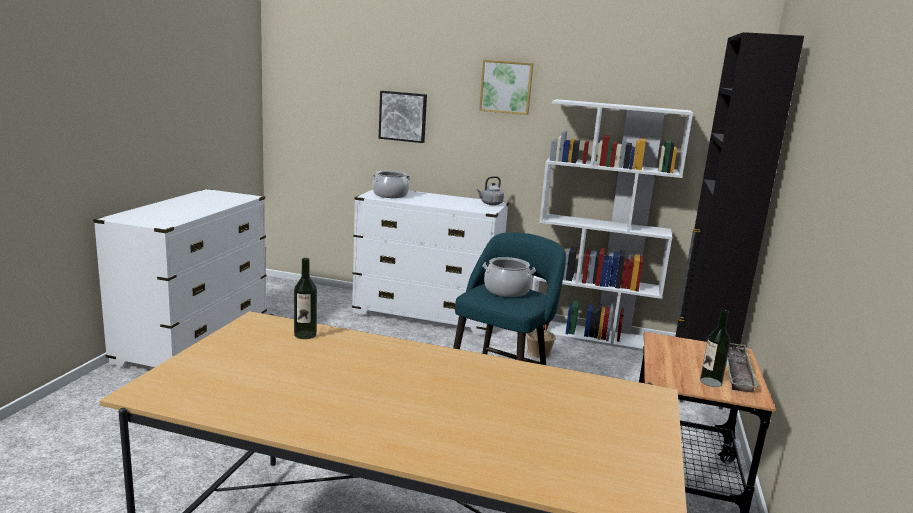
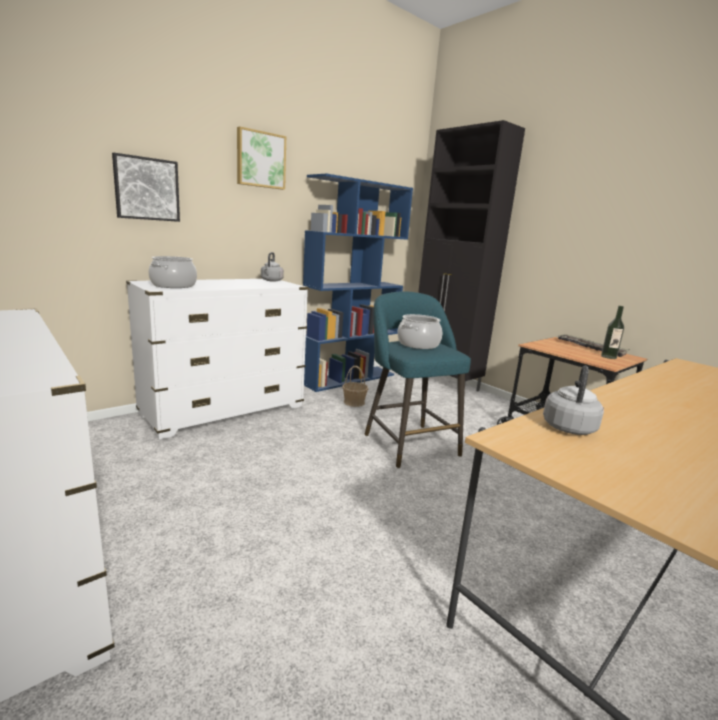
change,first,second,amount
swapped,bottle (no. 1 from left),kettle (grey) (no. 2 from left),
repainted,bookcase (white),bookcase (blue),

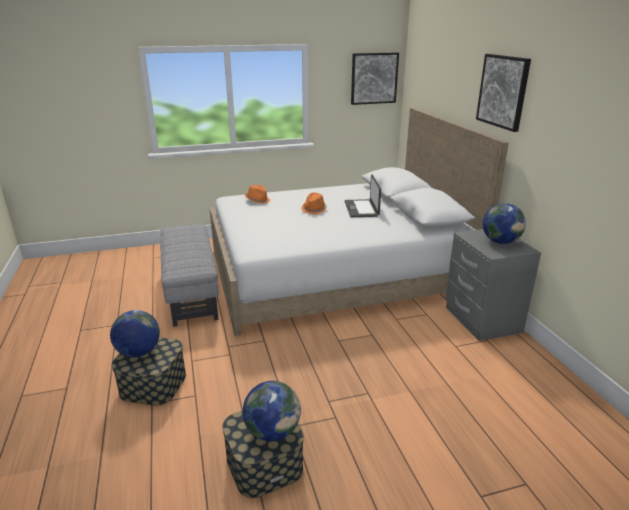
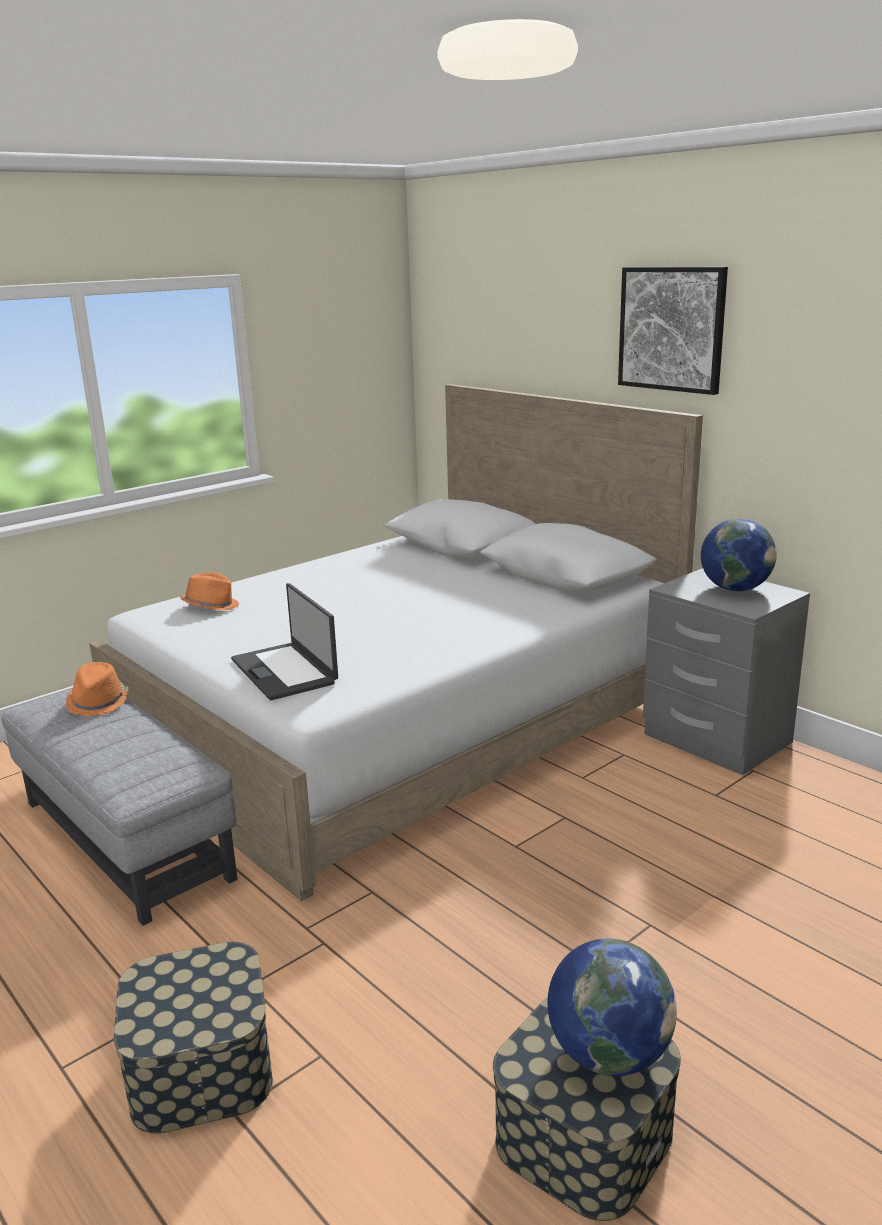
change,first,second,amount
gone,globe (no. 1 from left),,
gone,picture (no. 1 from left),,
shifted,hat (orange) (no. 2 from left in the first image),hat (orange) (no. 1 from left),
shifted,laptop,,

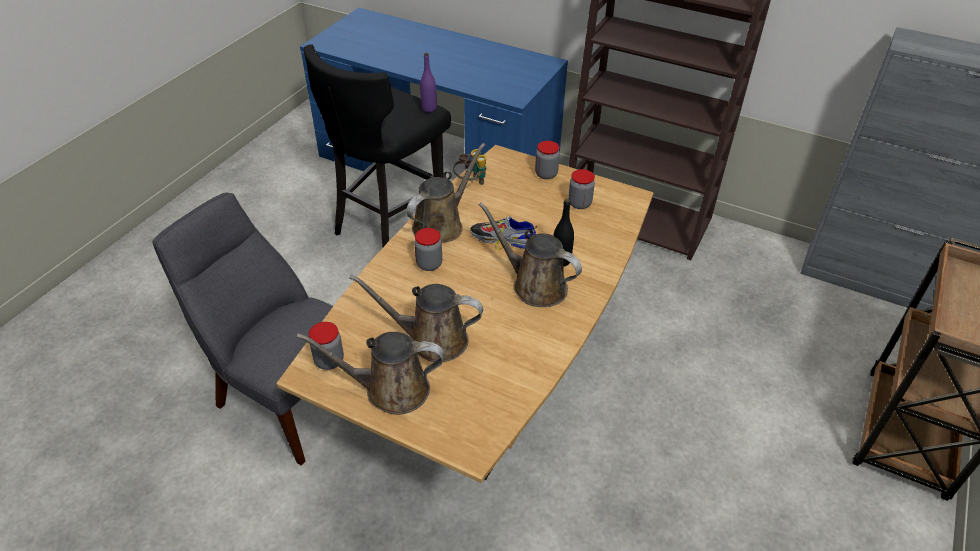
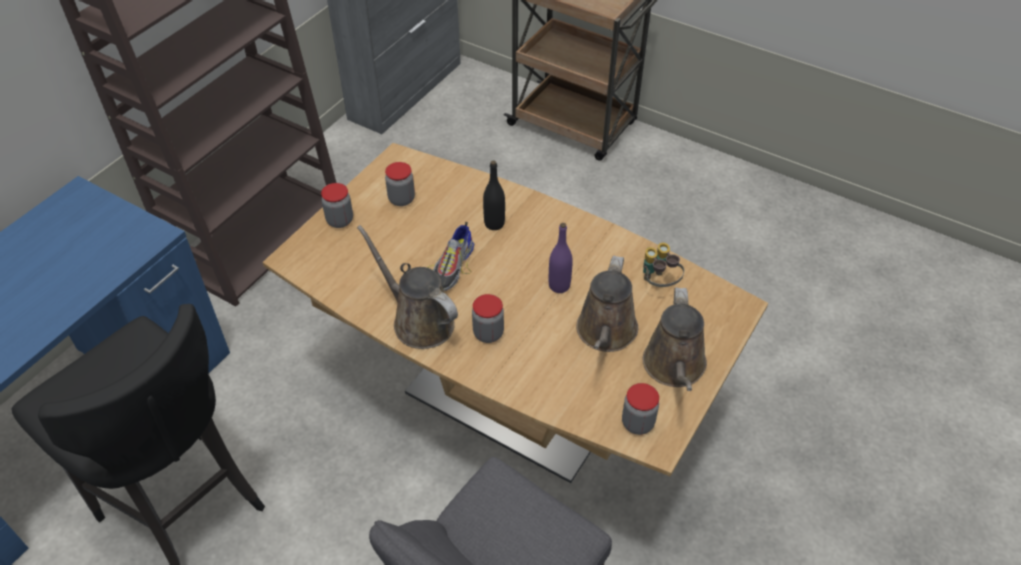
change,first,second,amount
gone,watering can (brown) (no. 4 from left),,
shifted,bottle (purple),,
shifted,binoculars,,

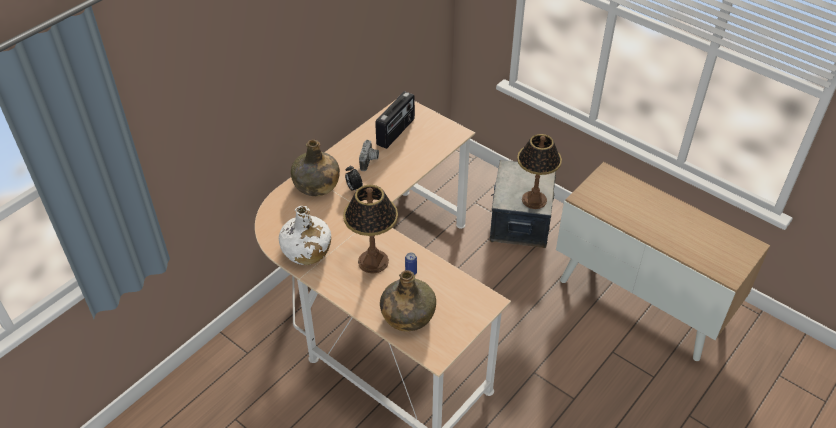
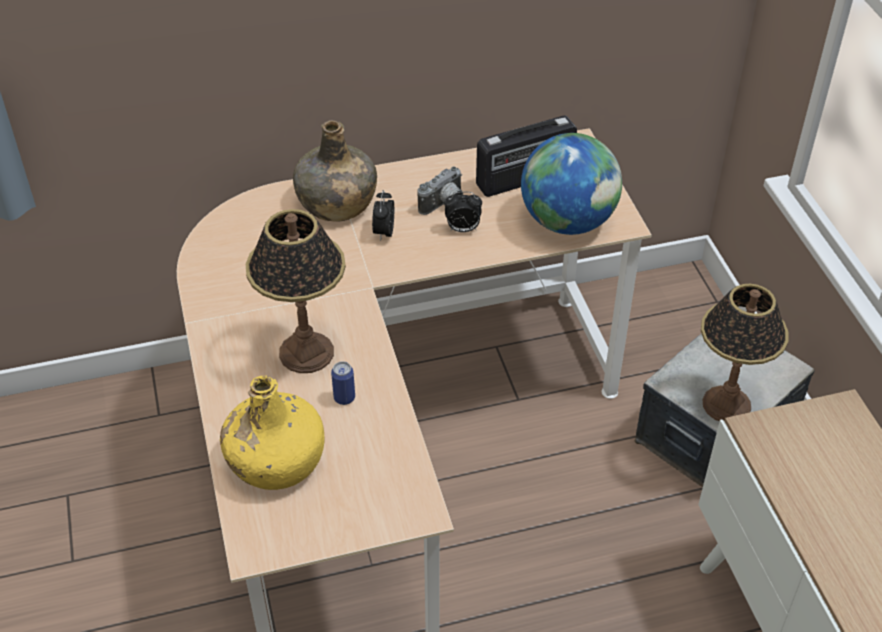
change,first,second,amount
gone,bottle (white),,
new,,alarm clock (no. 2 from left),
new,,globe,
repainted,bottle (green) (no. 2 from left),bottle (yellow),

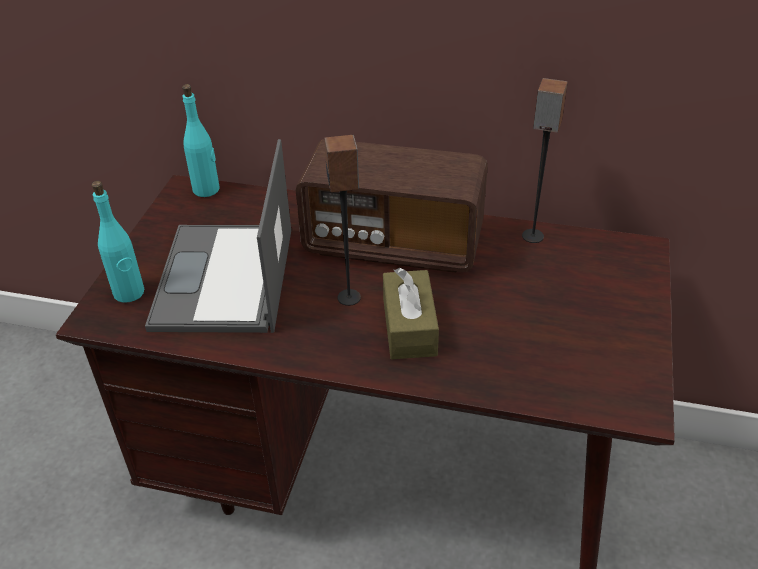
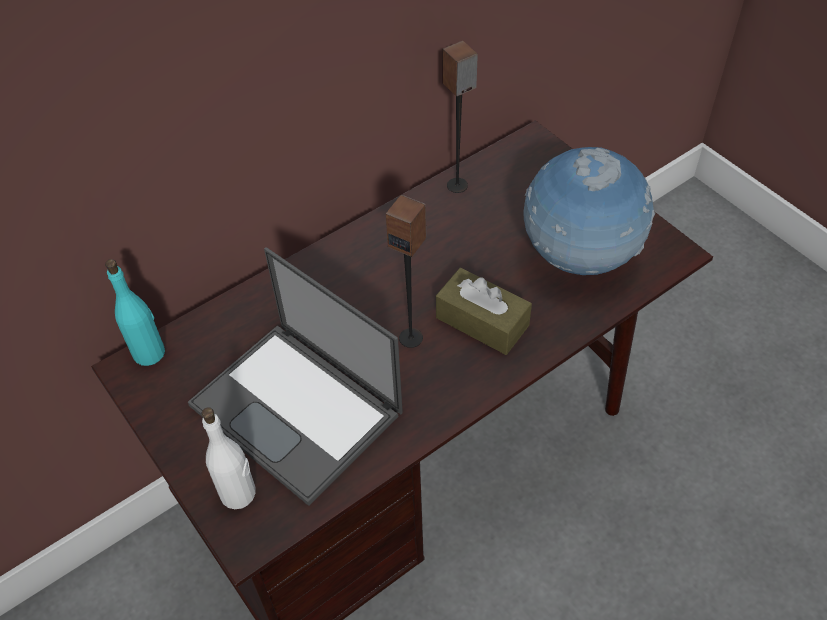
change,first,second,amount
gone,radio,,
new,,globe,
repainted,bottle (turquoise) (no. 1 from left),bottle (white),

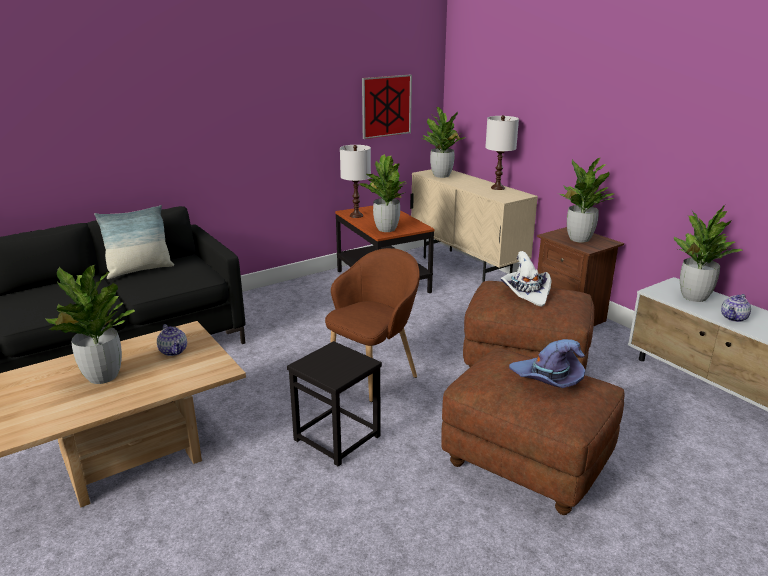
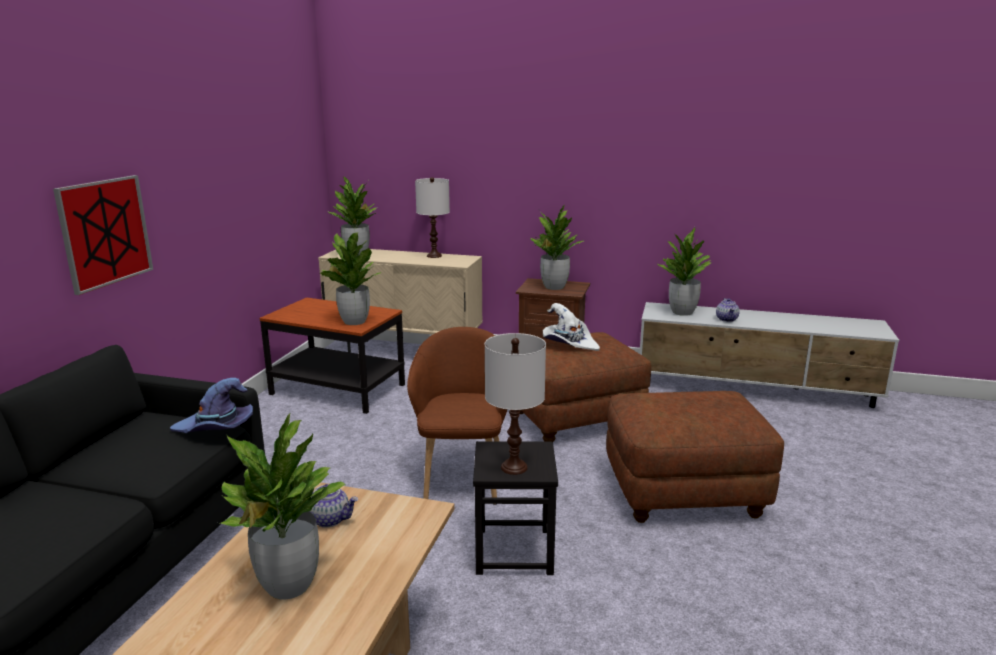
change,first,second,amount
gone,pillow,,
shifted,table lamp (white) (no. 1 from left in the first image),table lamp (white) (no. 2 from left),
shifted,picture,,
shifted,hat (purple),,

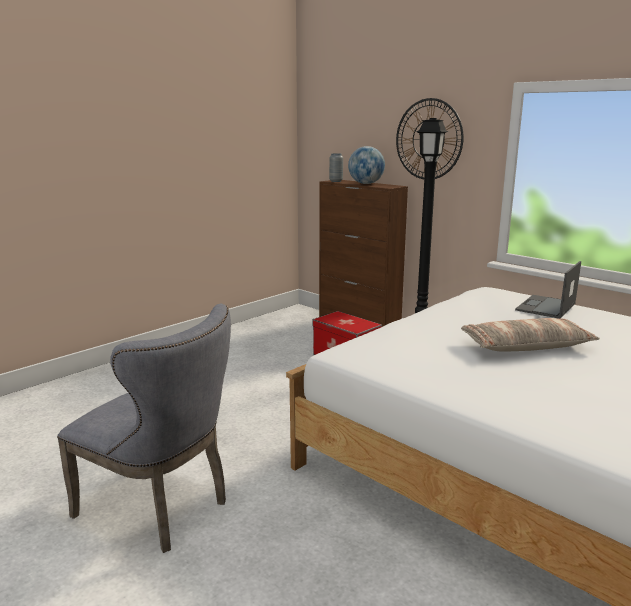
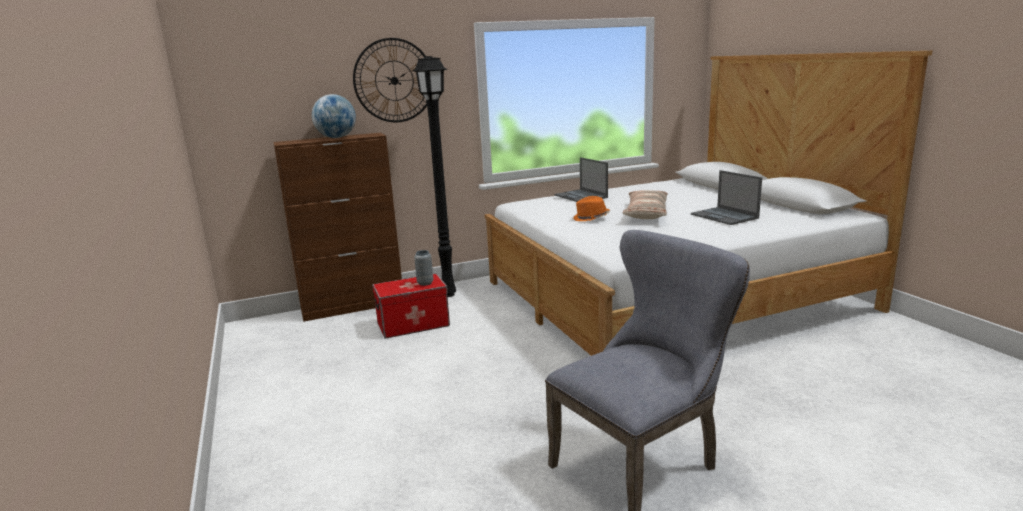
change,first,second,amount
new,,hat (orange),
new,,laptop (no. 2 from left),
shifted,vase (grey),,

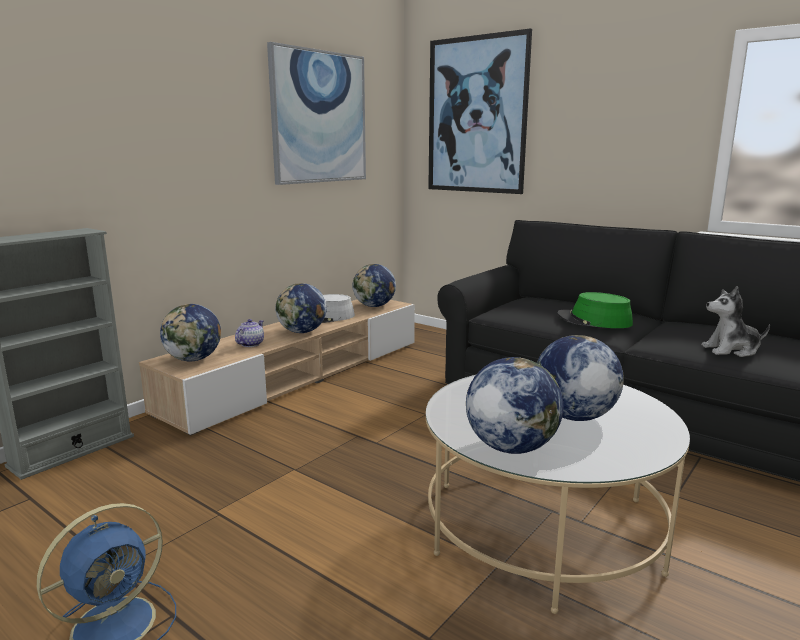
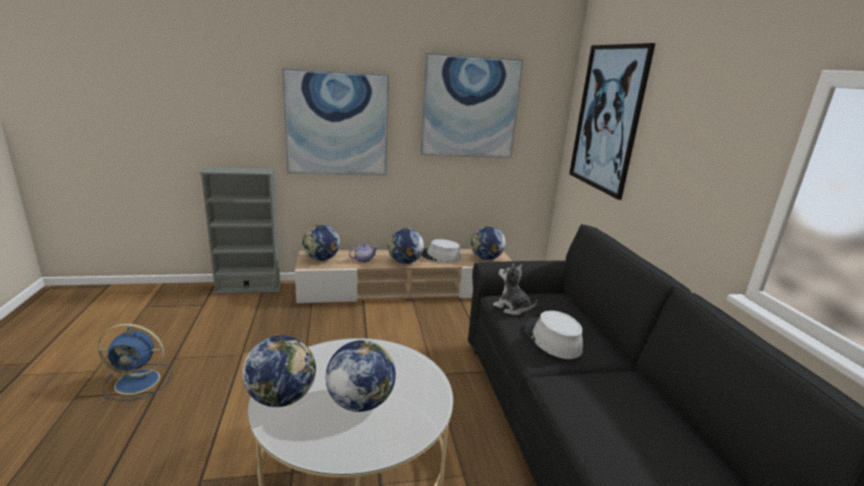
change,first,second,amount
new,,picture (no. 1 from left),
shifted,plush toy,,
repainted,hat (green),hat (grey) (no. 2 from left),

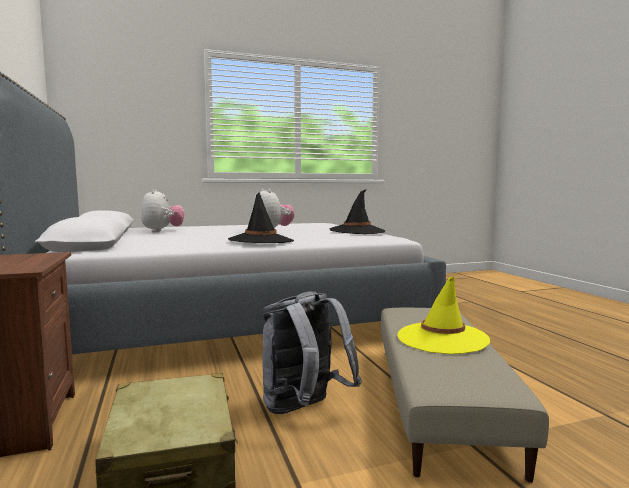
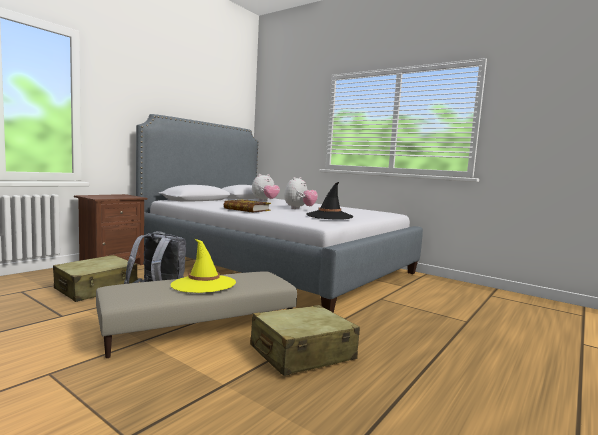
change,first,second,amount
new,,suitcase (beige) (no. 2 from left),
swapped,hat (black) (no. 1 from left),book,

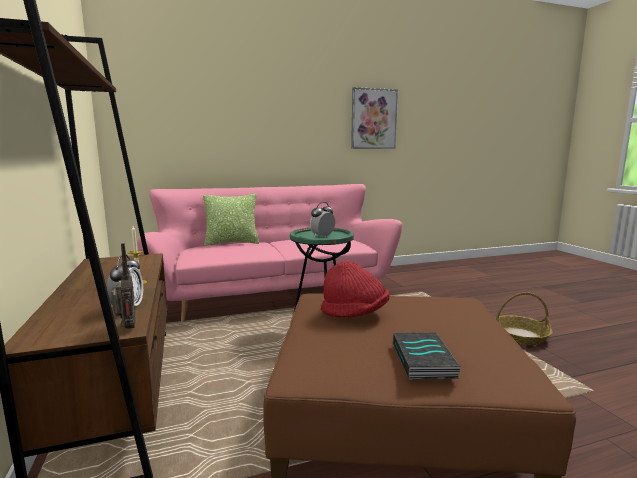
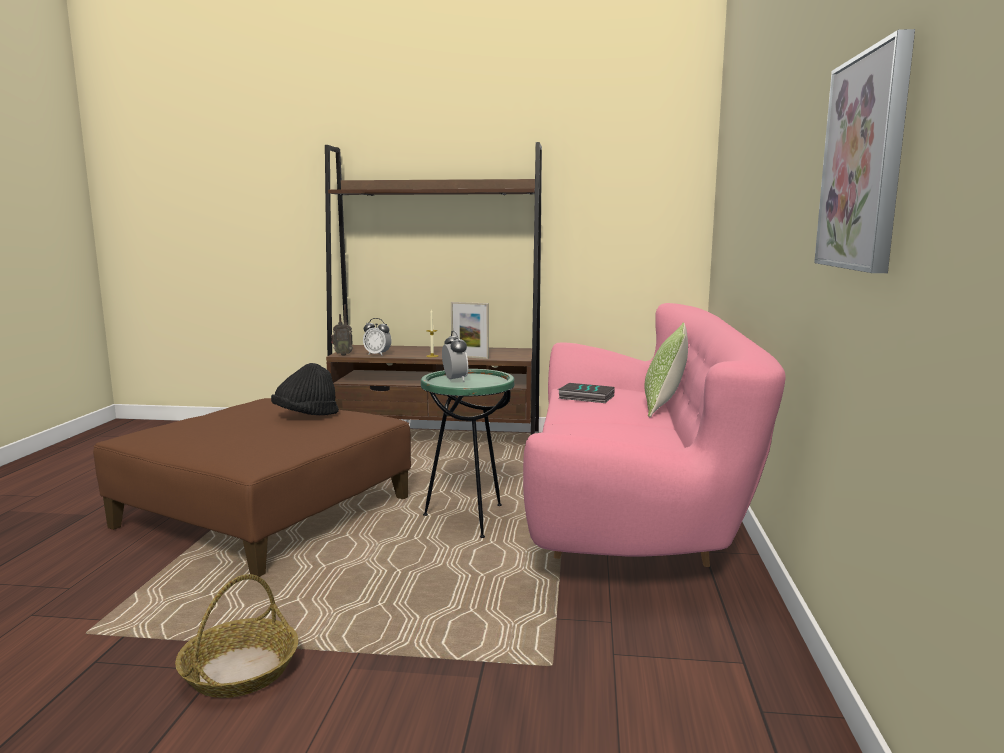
change,first,second,amount
new,,picture frame,
shifted,book,,
repainted,hat (red),hat (black),

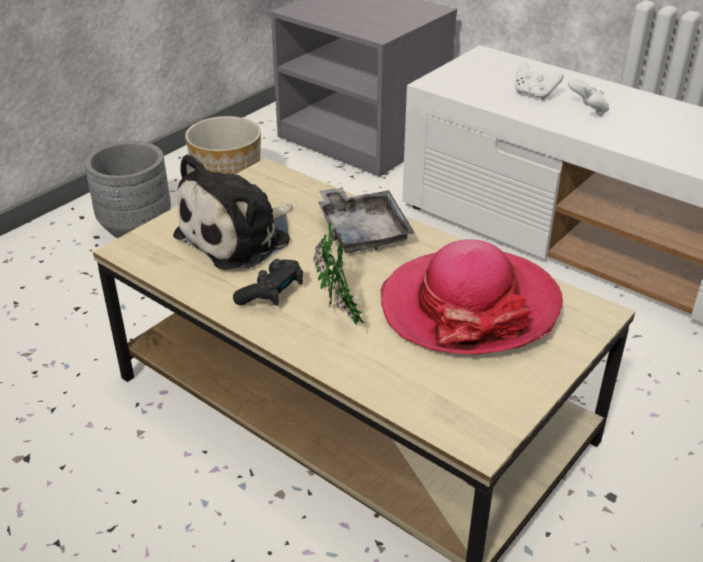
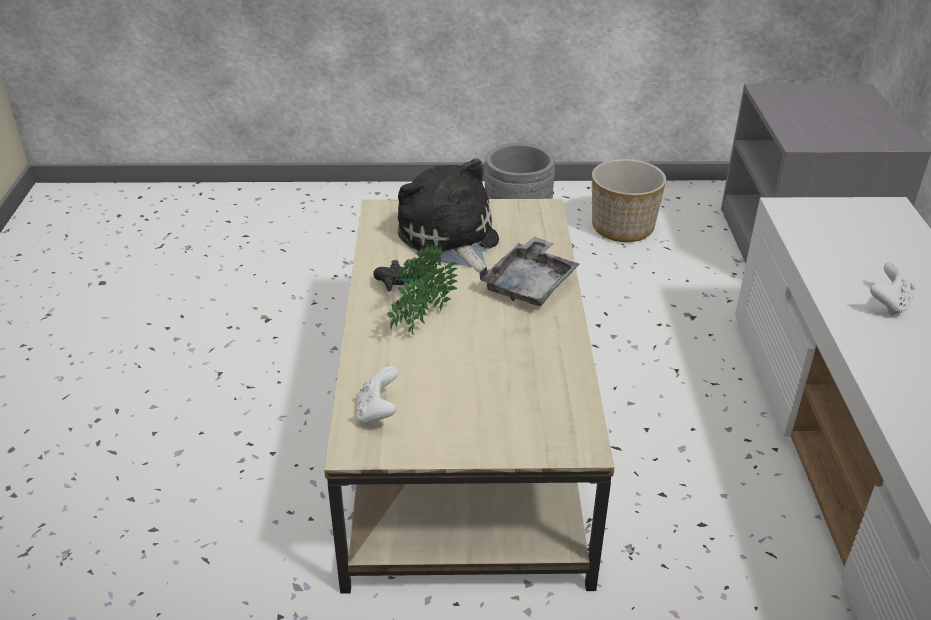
change,first,second,amount
gone,hat,,
shifted,game controller (white) (no. 1 from left),,
rotated,plush toy,,60 degrees clockwise

